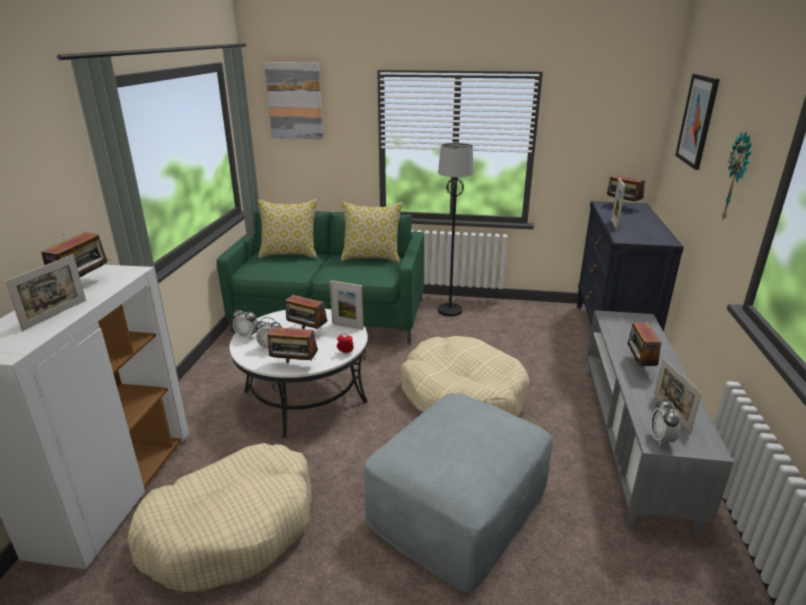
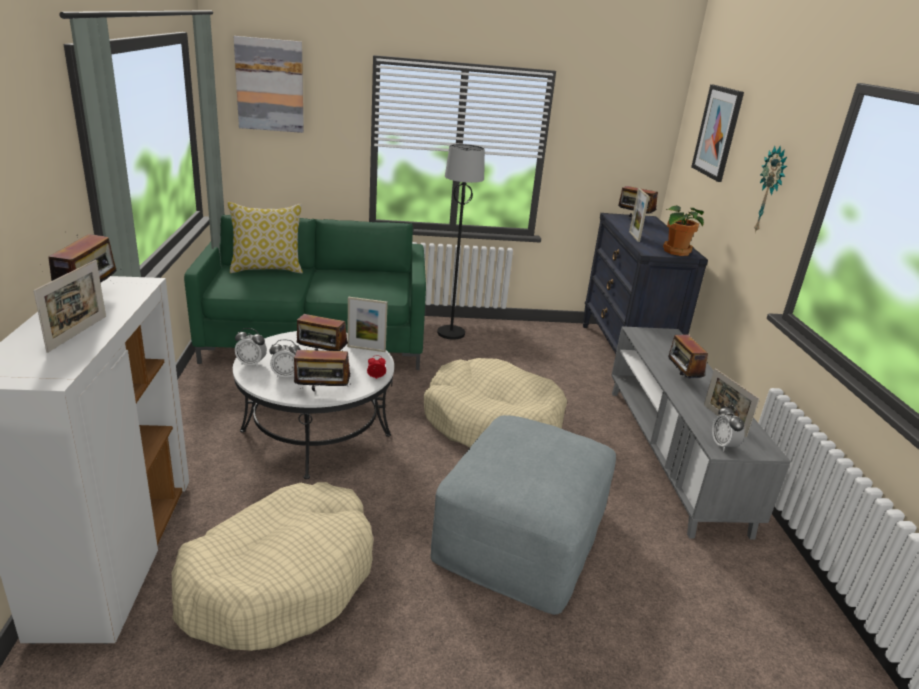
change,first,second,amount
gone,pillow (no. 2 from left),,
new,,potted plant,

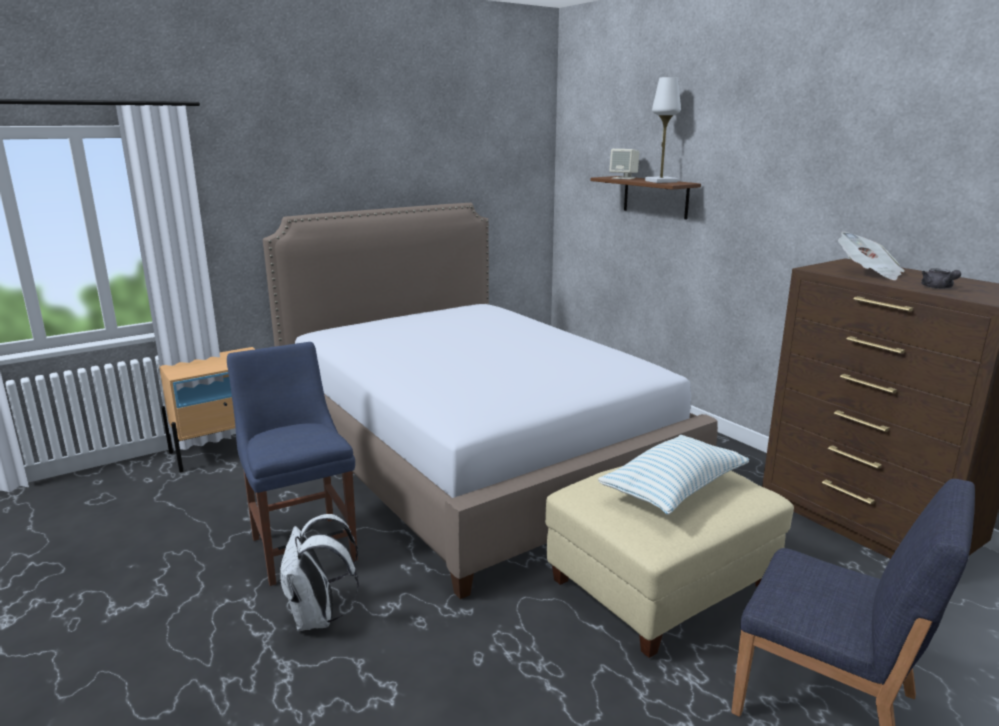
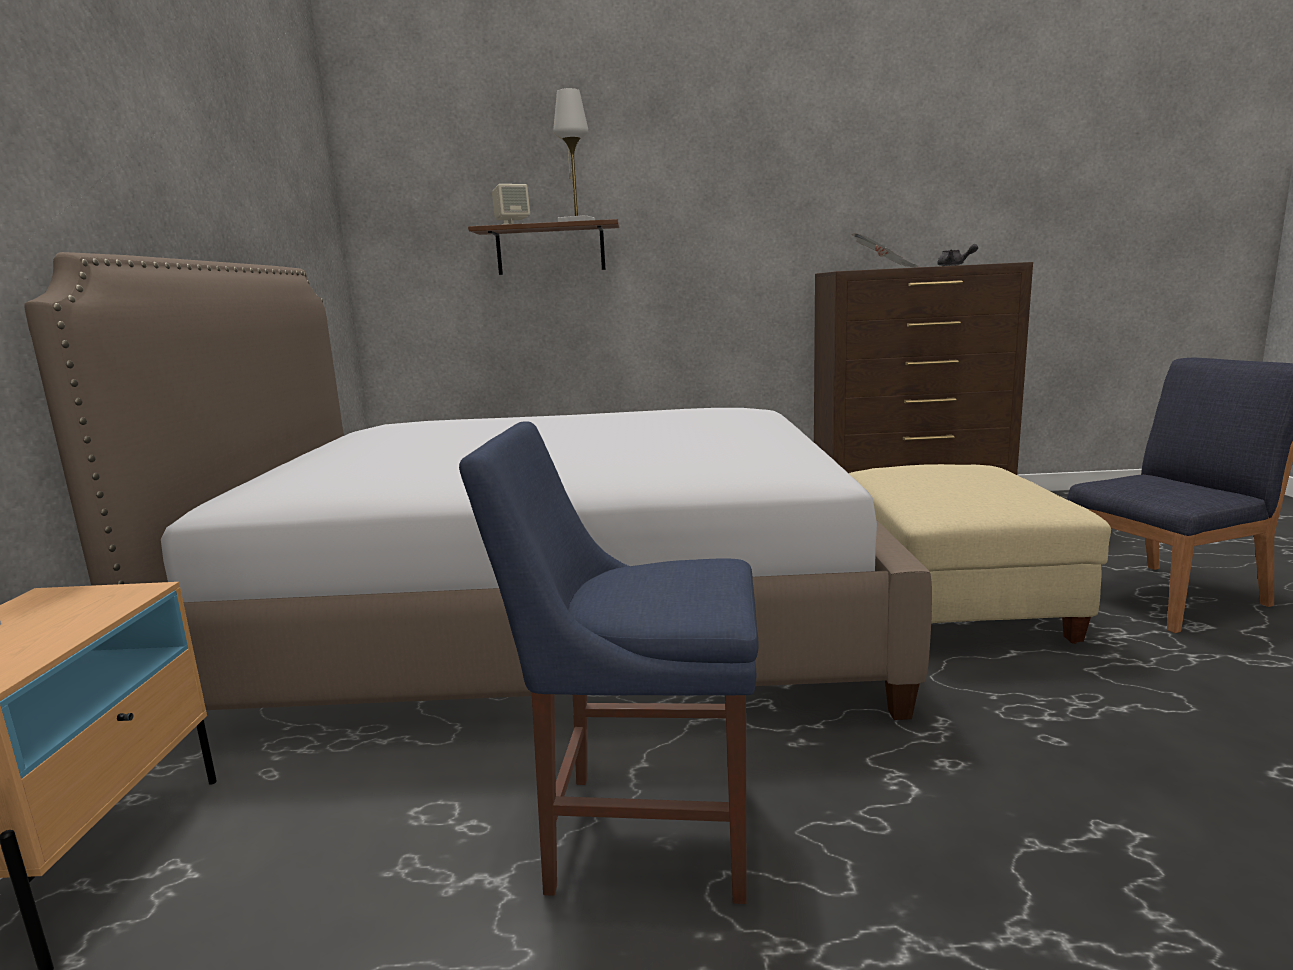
change,first,second,amount
gone,backpack (white),,
gone,pillow,,

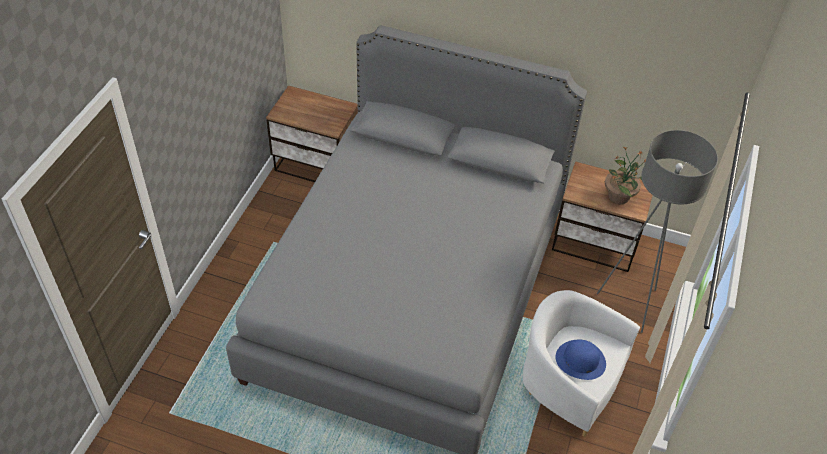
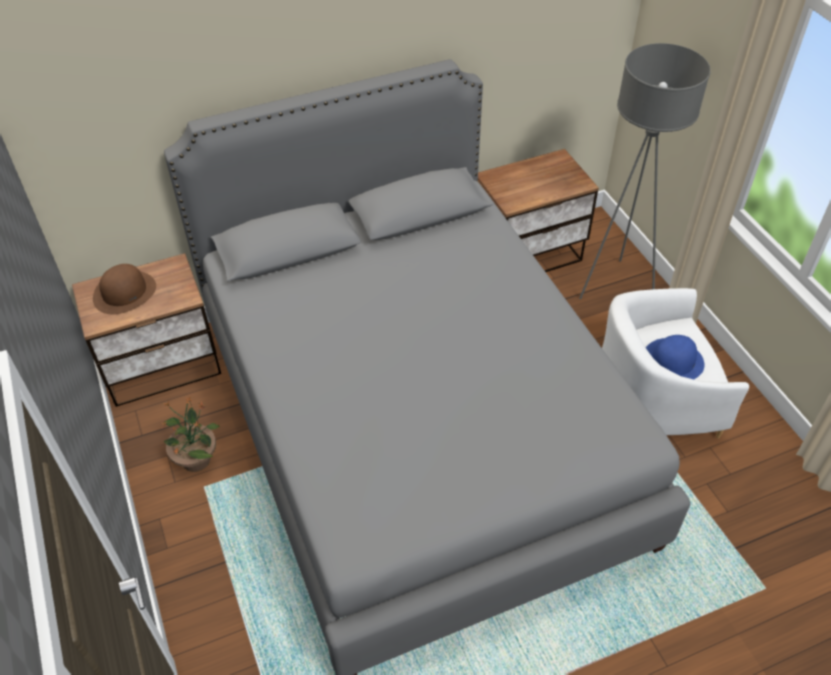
change,first,second,amount
new,,hat (brown),
shifted,potted plant,,

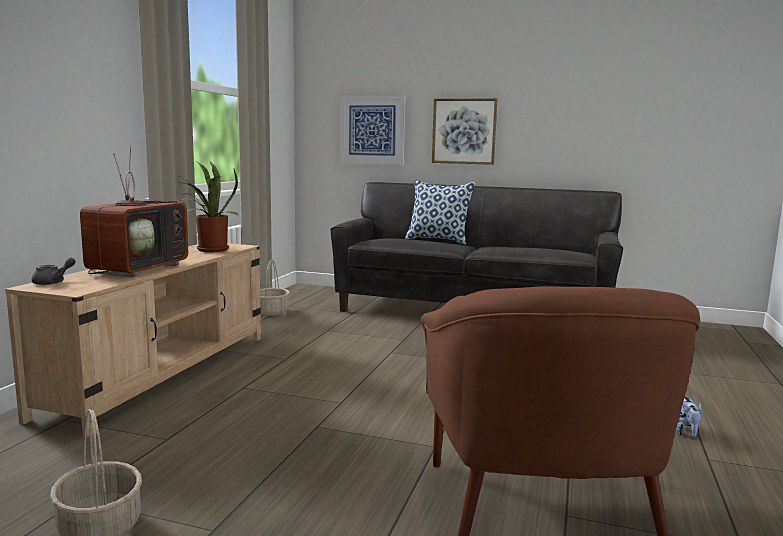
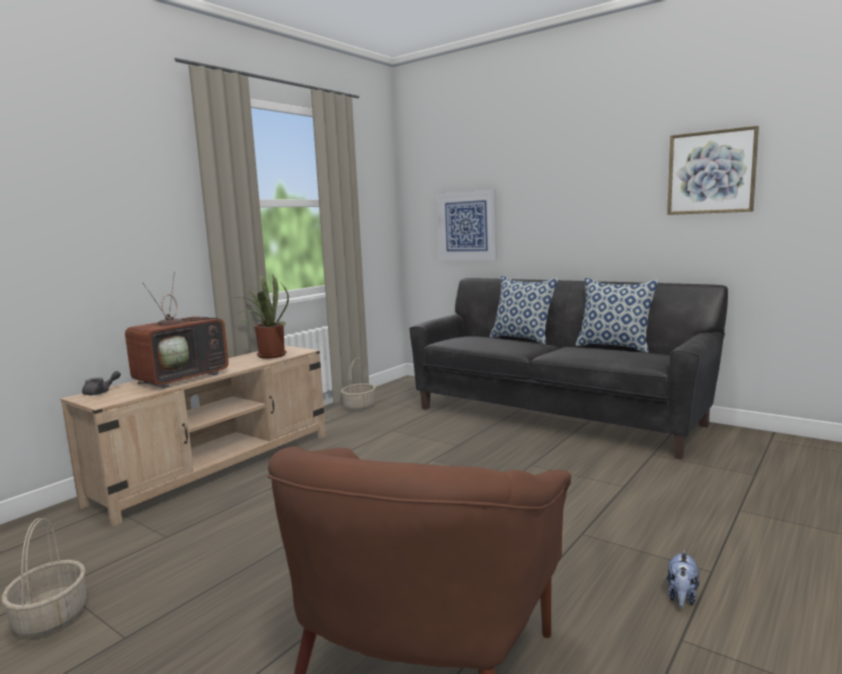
change,first,second,amount
new,,pillow (no. 2 from left),
shifted,picture (no. 2 from left),,

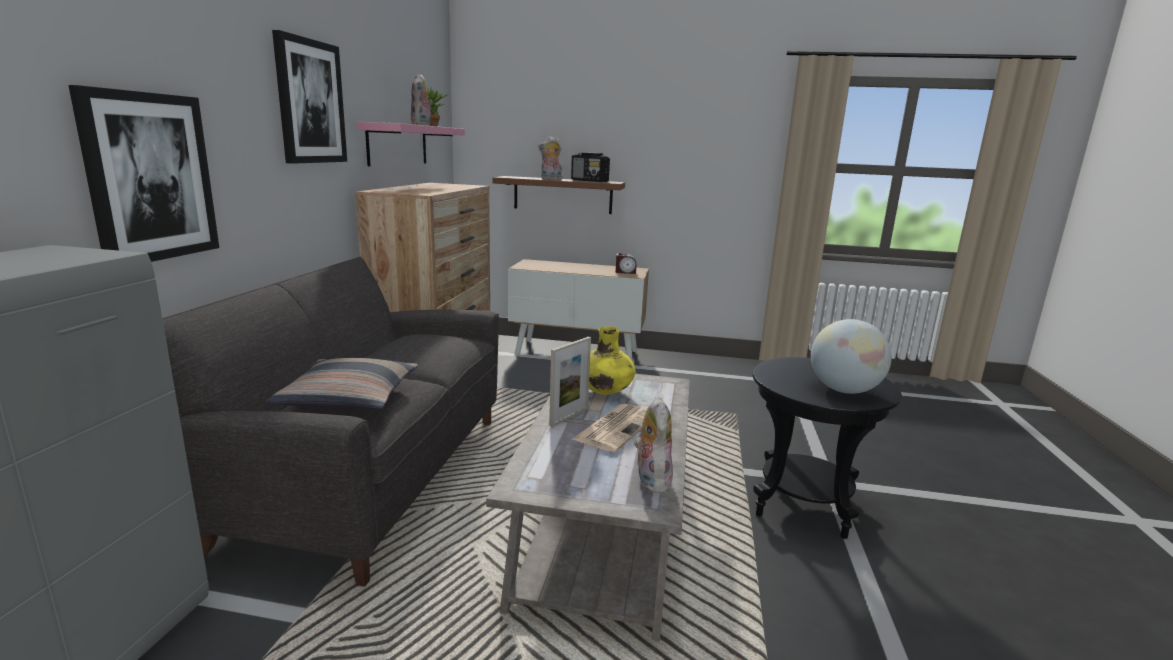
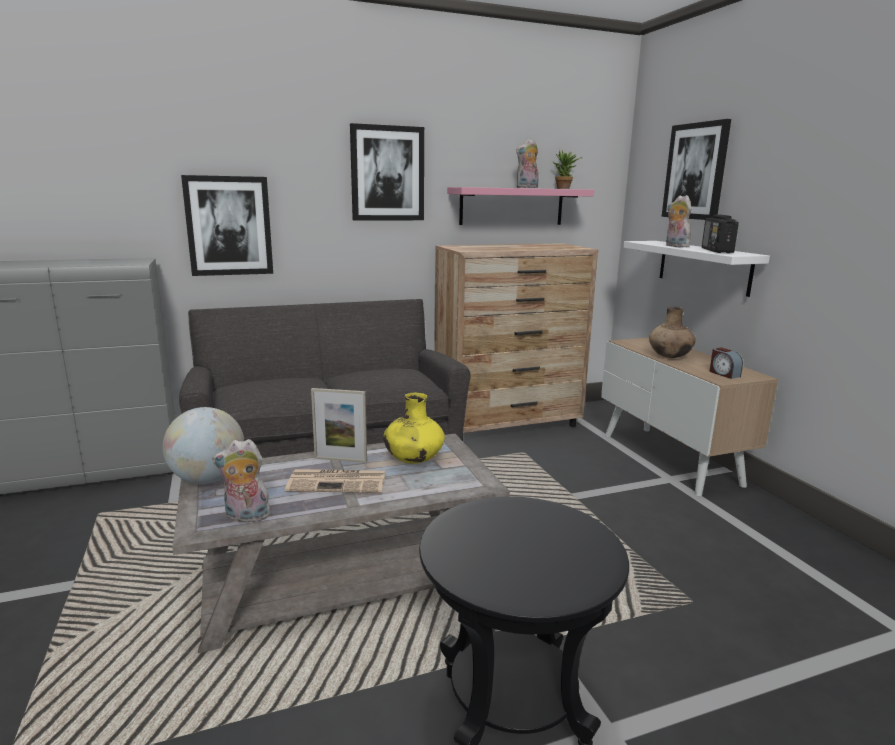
change,first,second,amount
gone,pillow,,
new,,vase (brown),
new,,picture (no. 3 from left),
shifted,globe,,
repainted,shelf (brown),shelf (white),
rotated,plush toy (no. 3 from left in the first image),plush toy (no. 1 from left),150 degrees counterclockwise

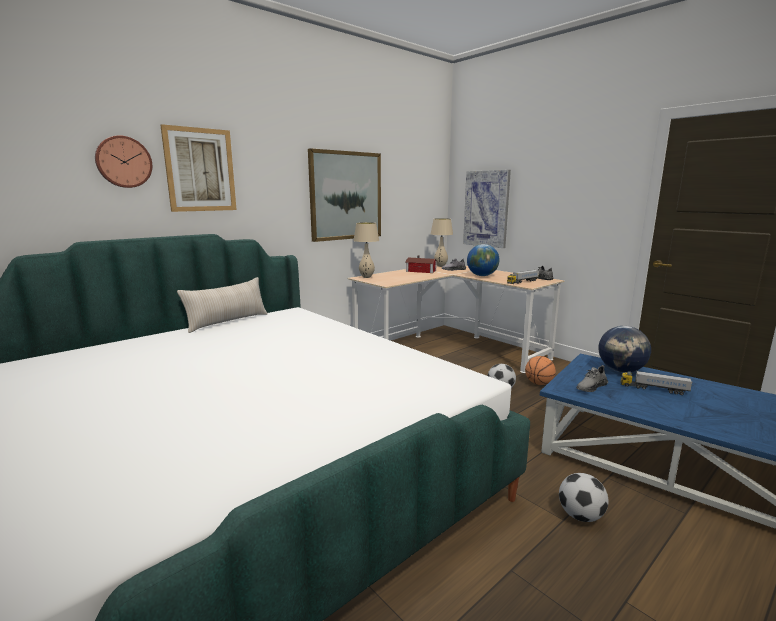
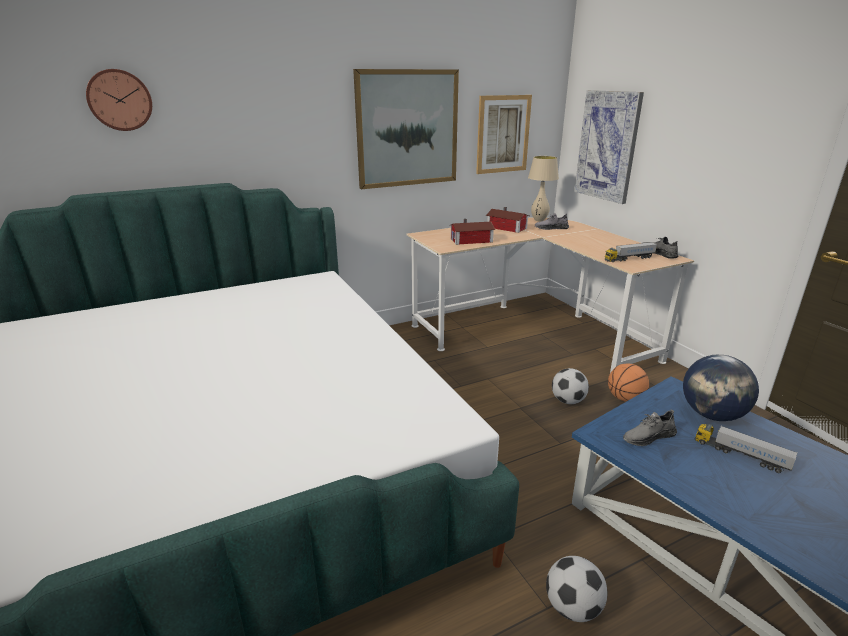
change,first,second,amount
gone,pillow (beige),,
gone,table lamp (beige) (no. 1 from left),,
gone,globe (no. 1 from left),,
new,,toy house (no. 1 from left),
shifted,picture (no. 1 from left in the first image),picture (no. 2 from left),

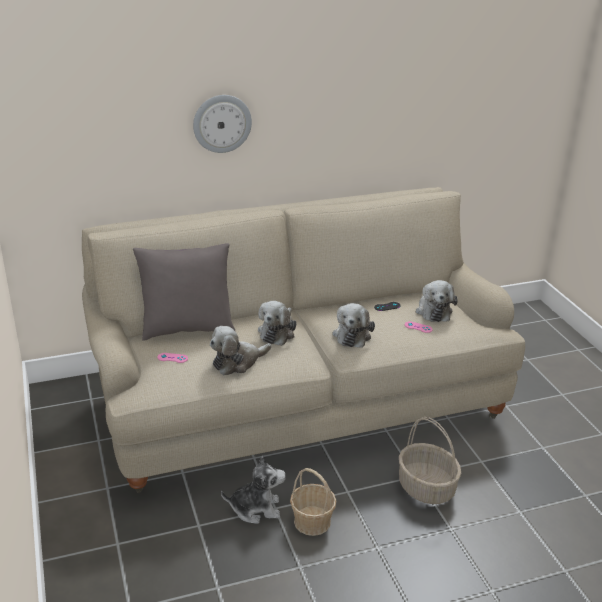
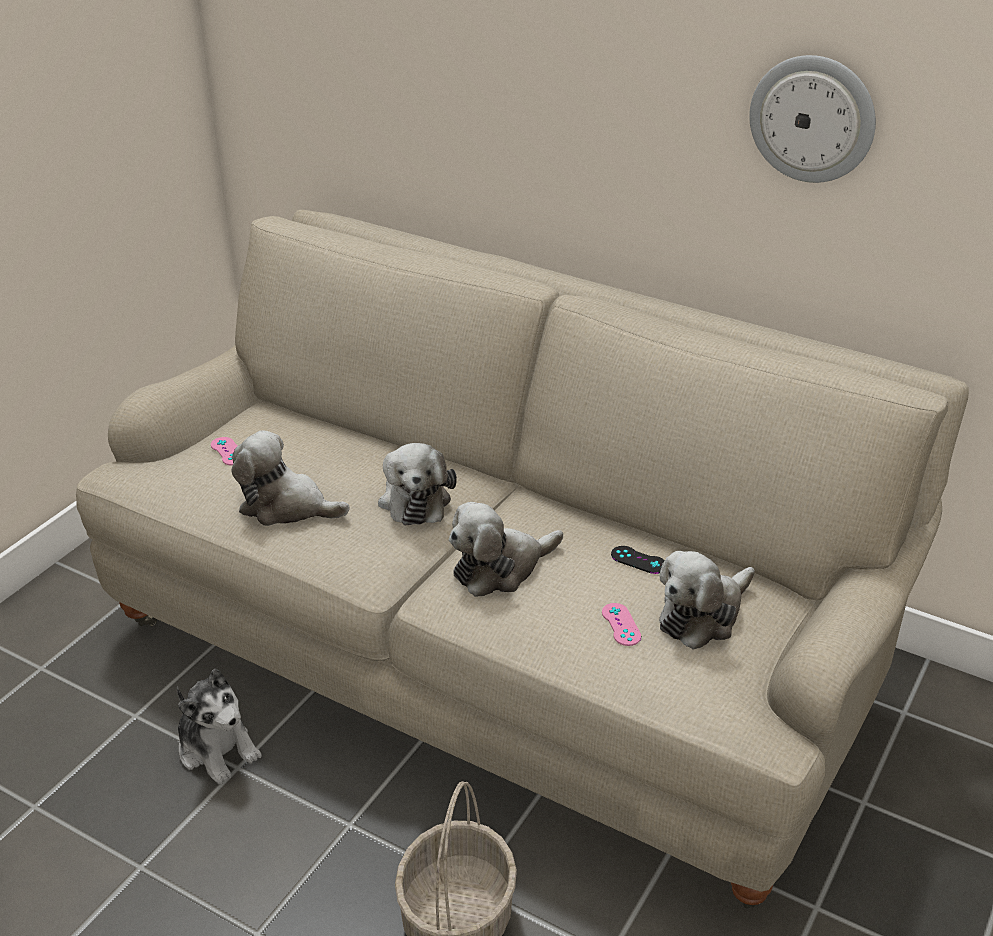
change,first,second,amount
gone,pillow (grey),,
gone,basket (no. 1 from left),,
shifted,wall clock,,
rotated,plush toy (no. 3 from left),,75 degrees counterclockwise

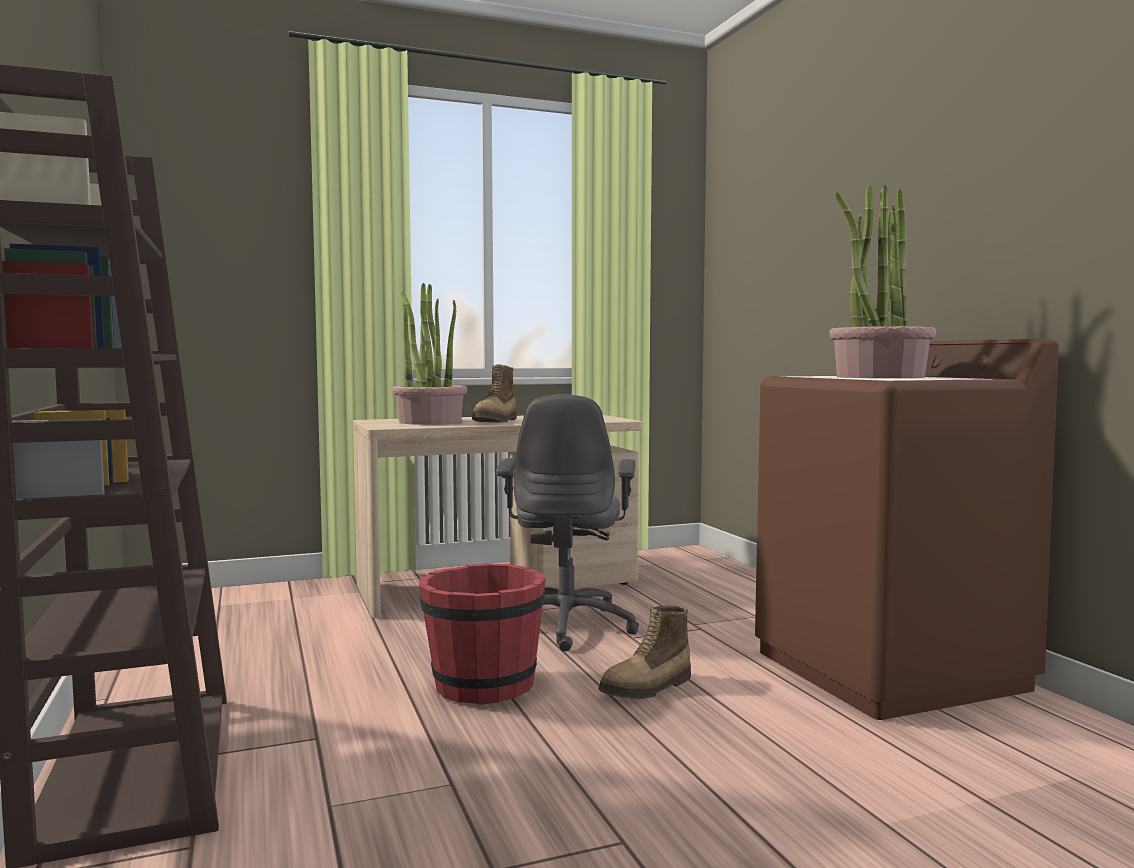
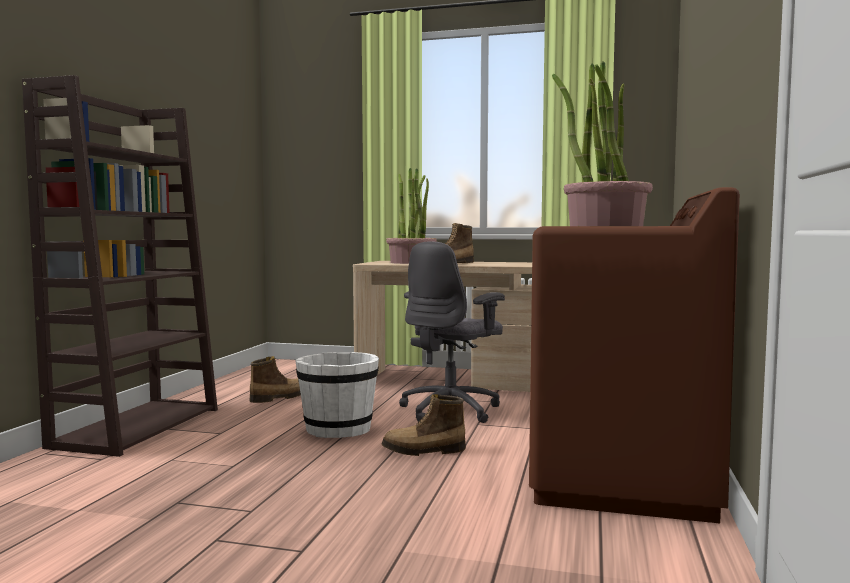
change,first,second,amount
new,,boot (no. 1 from left),
repainted,bucket (red),bucket (white),

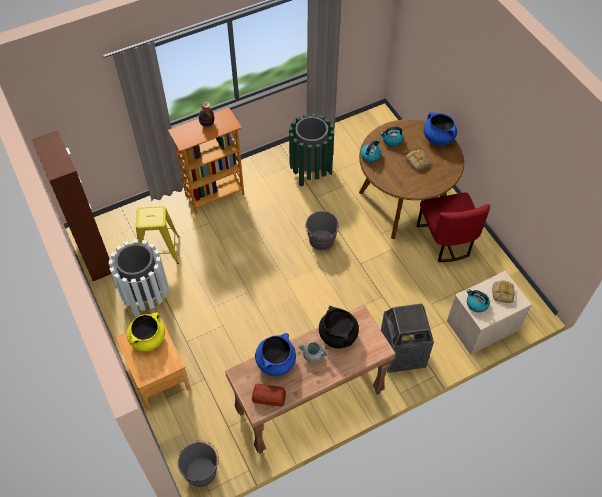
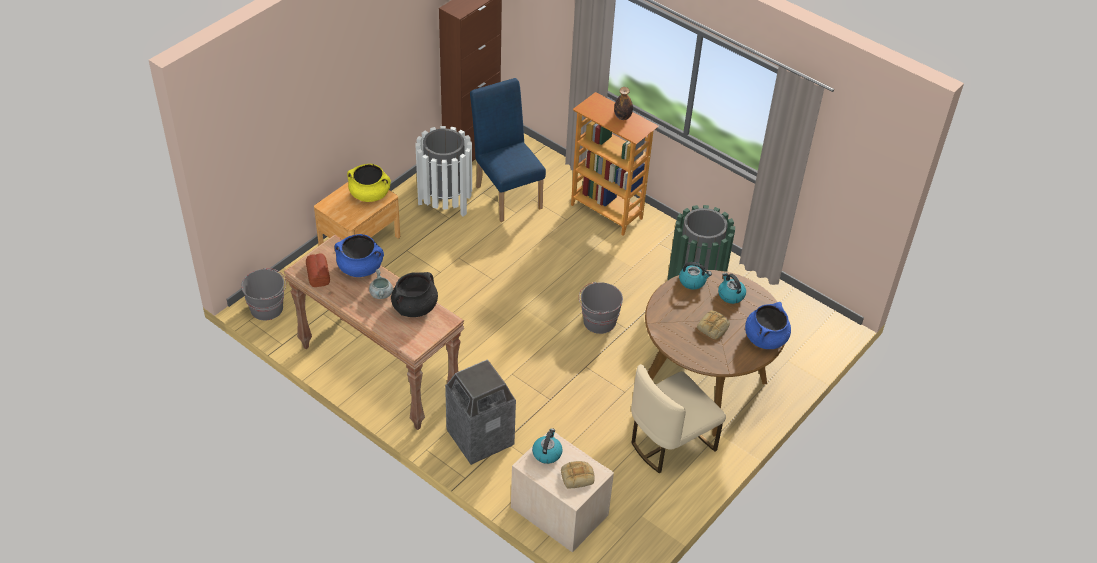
change,first,second,amount
swapped,stool (yellow),chair (blue),
repainted,chair (red),chair (beige),

